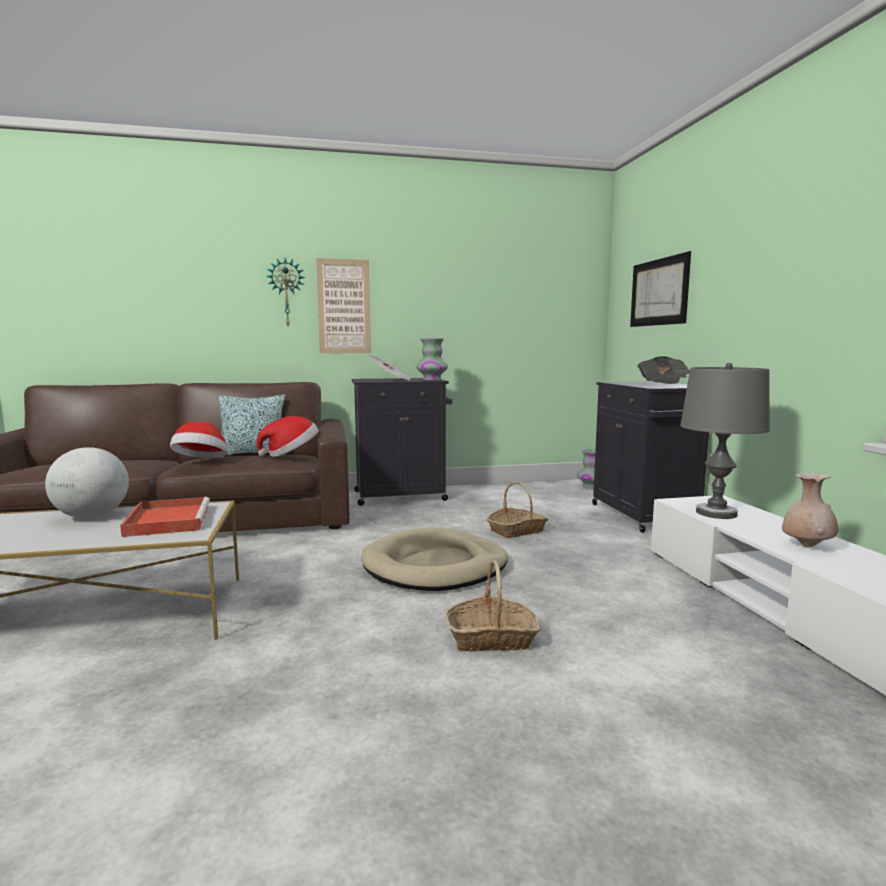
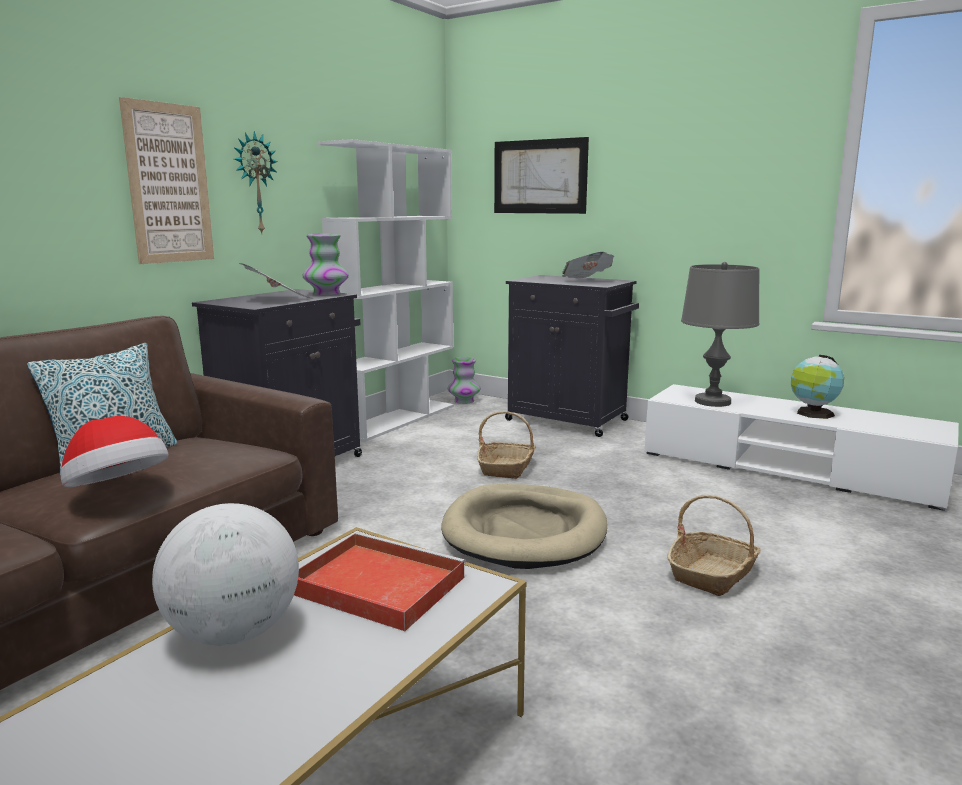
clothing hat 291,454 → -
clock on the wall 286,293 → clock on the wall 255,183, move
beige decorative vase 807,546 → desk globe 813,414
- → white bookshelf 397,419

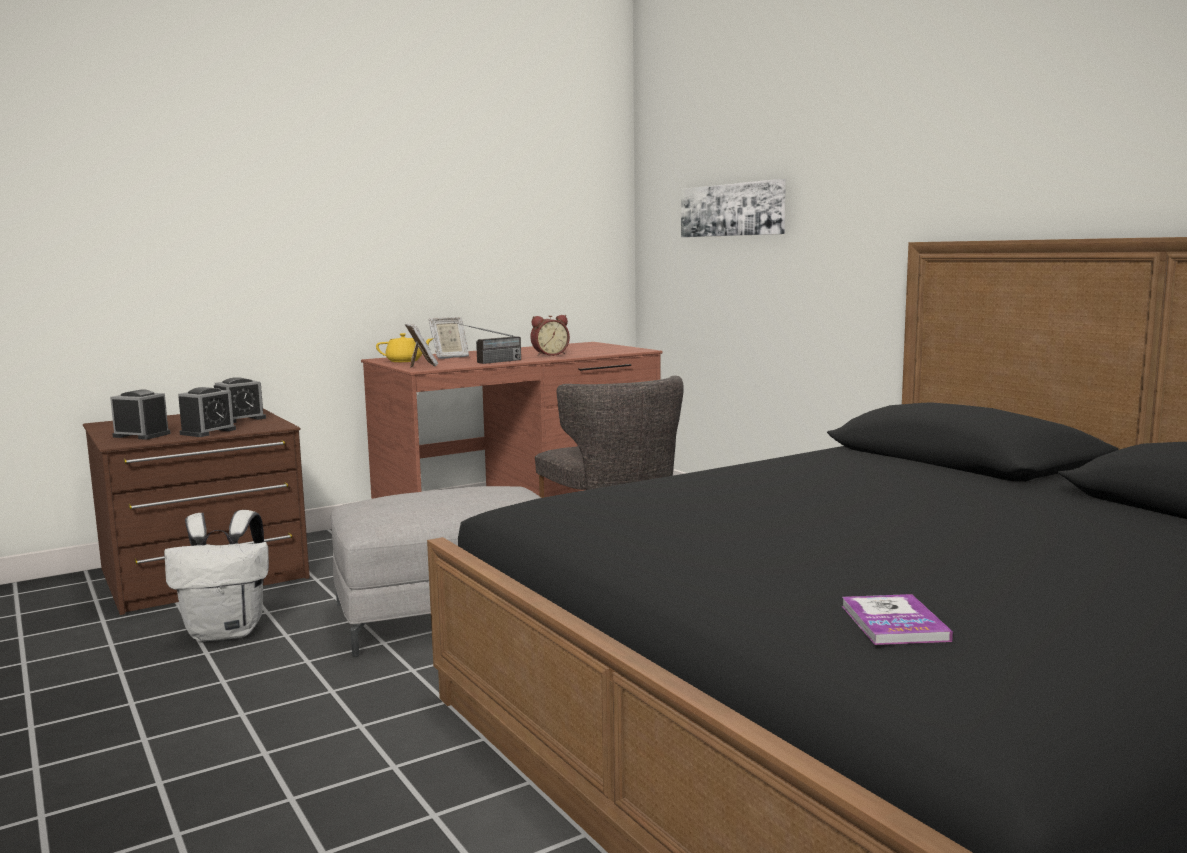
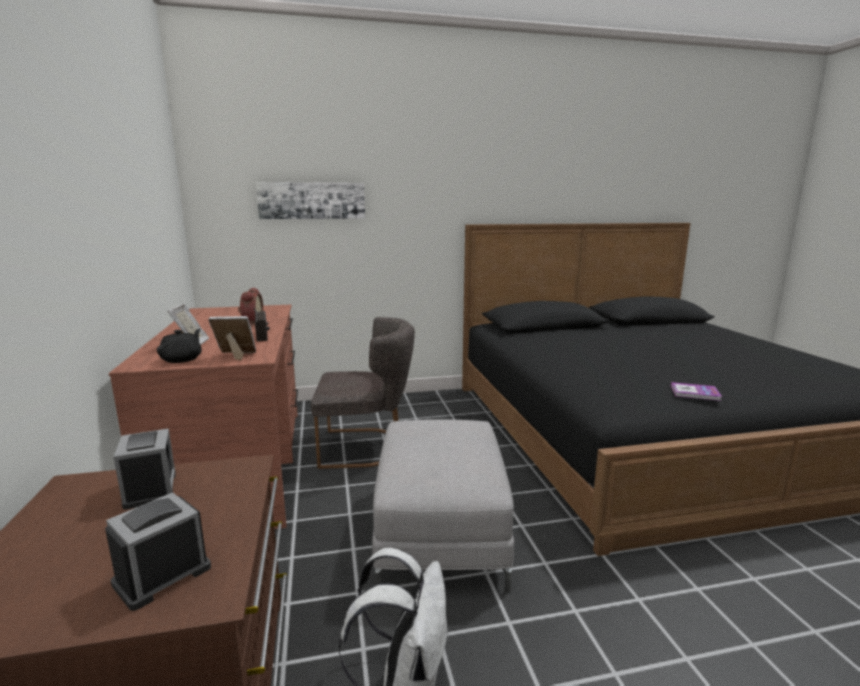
table clock 208,432 → -
yellow pot for tea 405,361 → blackish pot for tea 182,359
volume 894,623 → volume 695,393, move

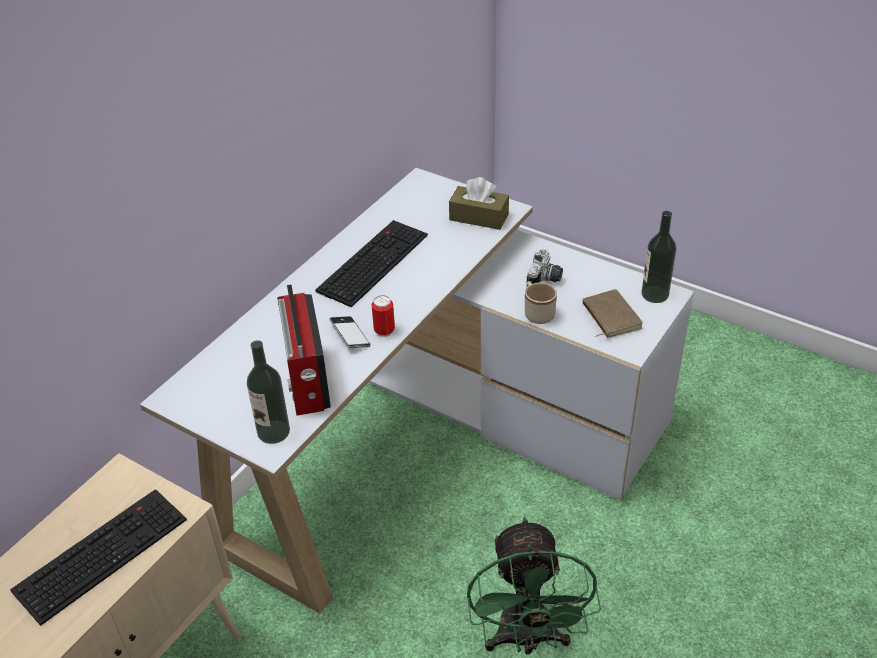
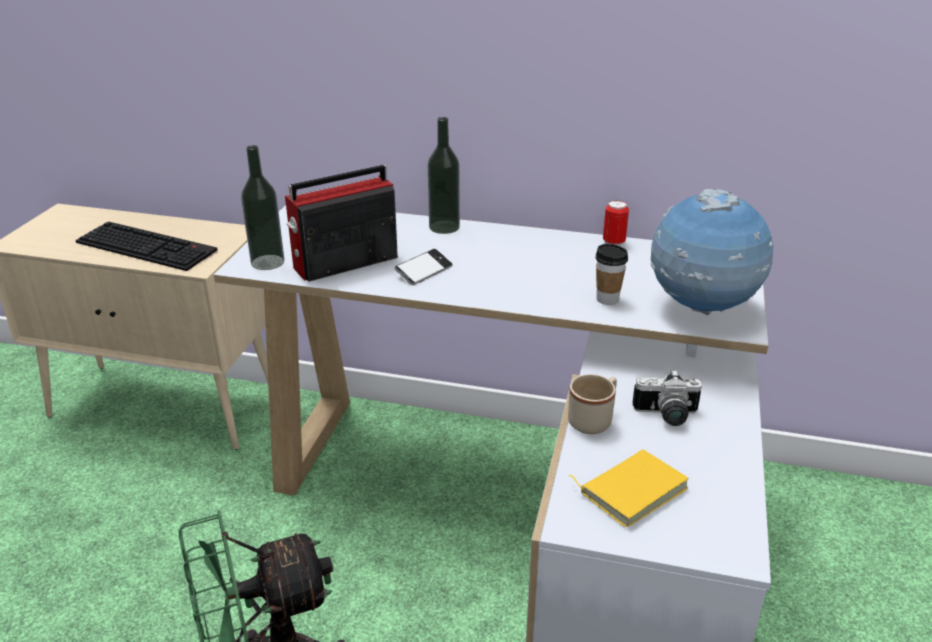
keyboard 372,261 → -
can 384,331 → can 613,243, move
brown box of tissues 479,217 → desk globe 701,309
brown volume 609,317 → yellow volume 631,489
beverage bottle 655,294 → beverage bottle 444,227, move
- → small cup 607,299

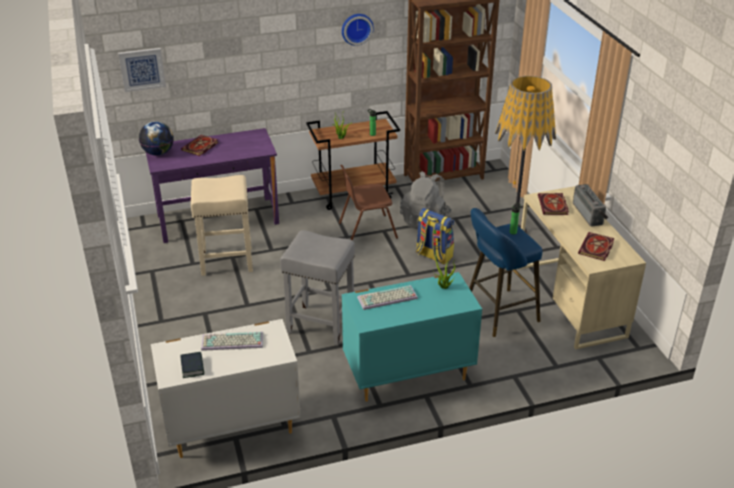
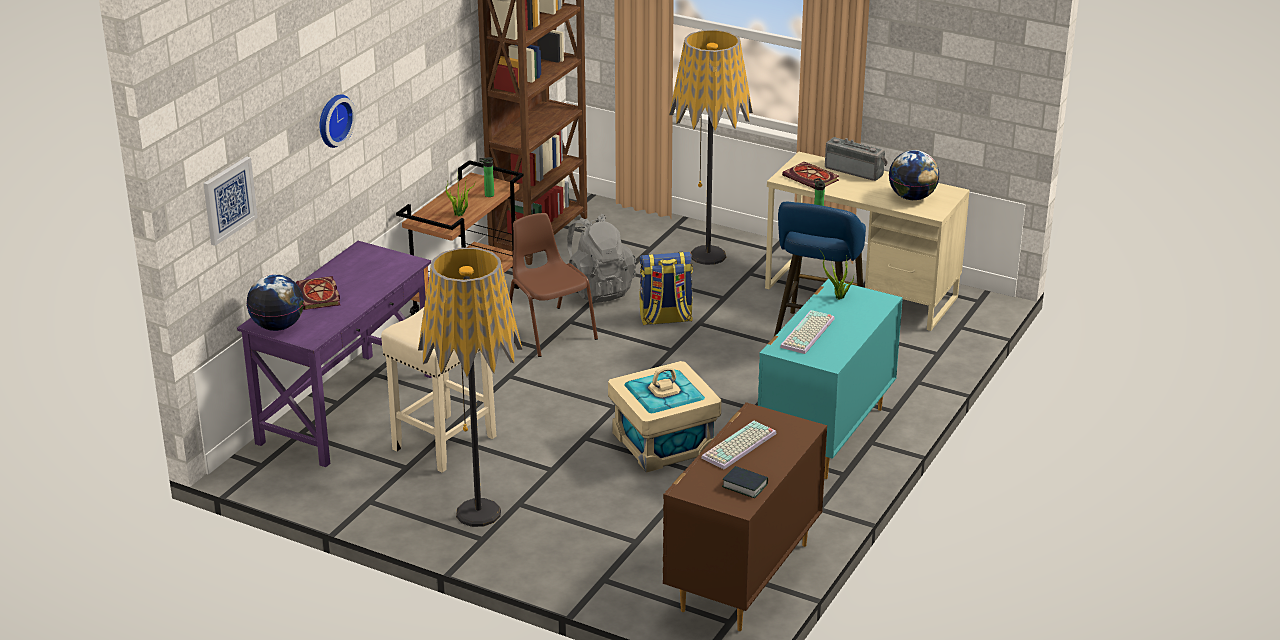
white dresser 231,427 → brown dresser 742,577
gray sitting stool 319,324 → beige storage container 664,443
brown plain chair 366,230 → brown plain chair 550,331, 120 degrees clockwise
clock on the wall 356,28 → clock on the wall 333,120, move
volume 596,248 → desk globe 912,197
- → standing lamp 478,513

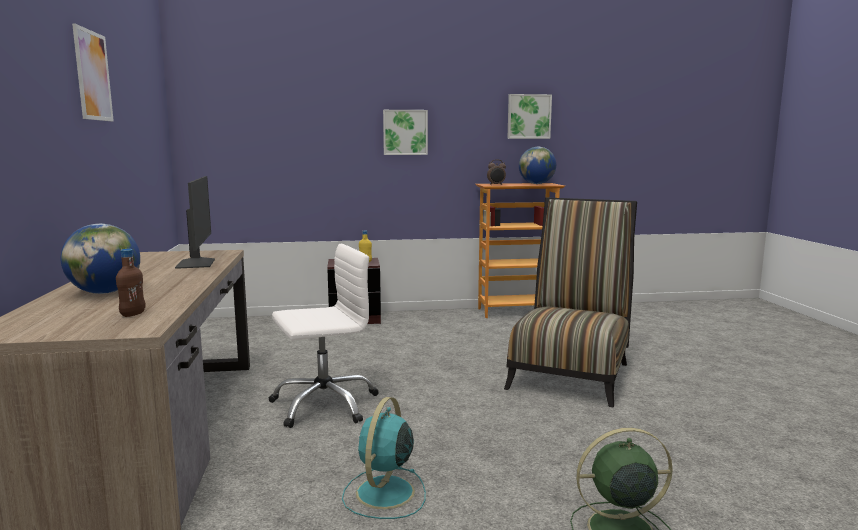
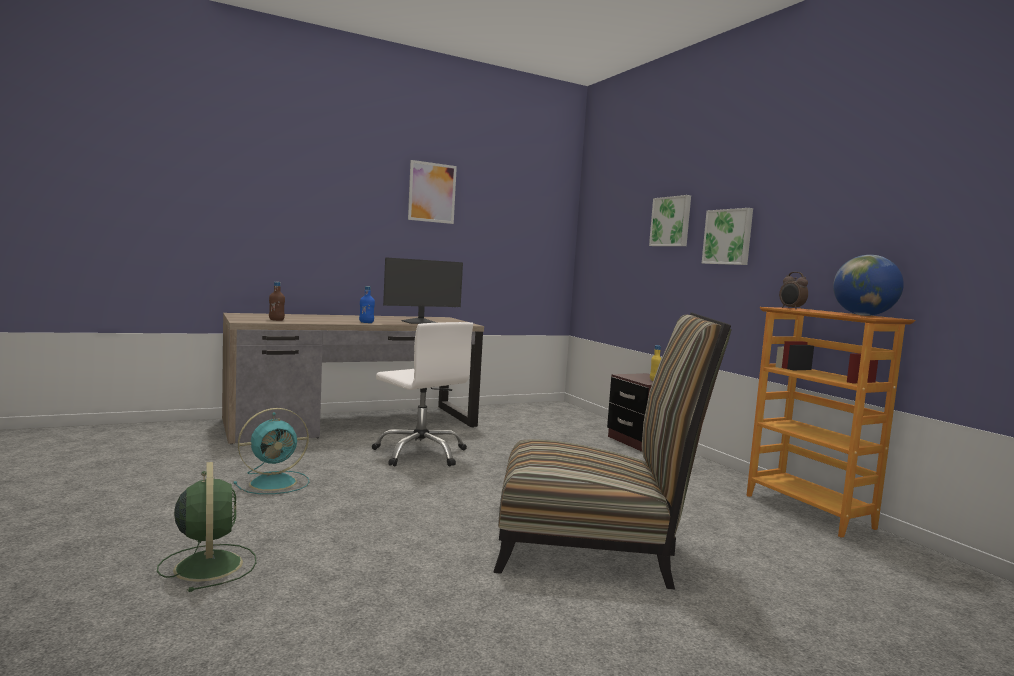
desk globe 105,292 → -
turquoise-coloured electric fan 384,494 → turquoise-coloured electric fan 275,482, 150 degrees clockwise
wall art 528,116 → wall art 671,221, move
- → bluish beverage bottle 366,322

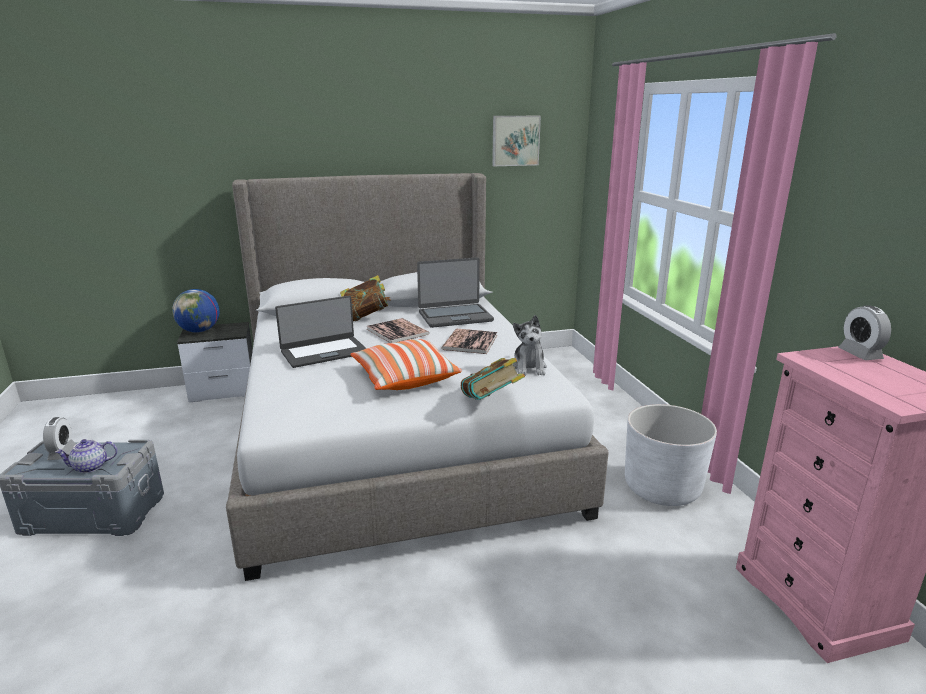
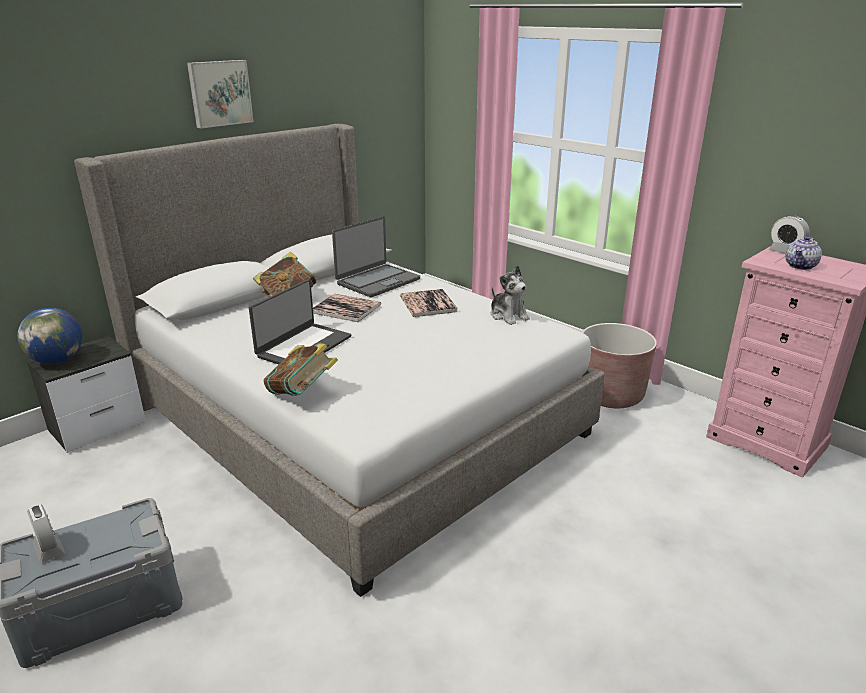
pot for tea 90,467 → pot for tea 800,266, move
pillow 404,378 → -
volume 491,403 → volume 302,394, move
wall art 515,140 → wall art 219,93, move
white plant pot 662,488 → brown plant pot 610,395

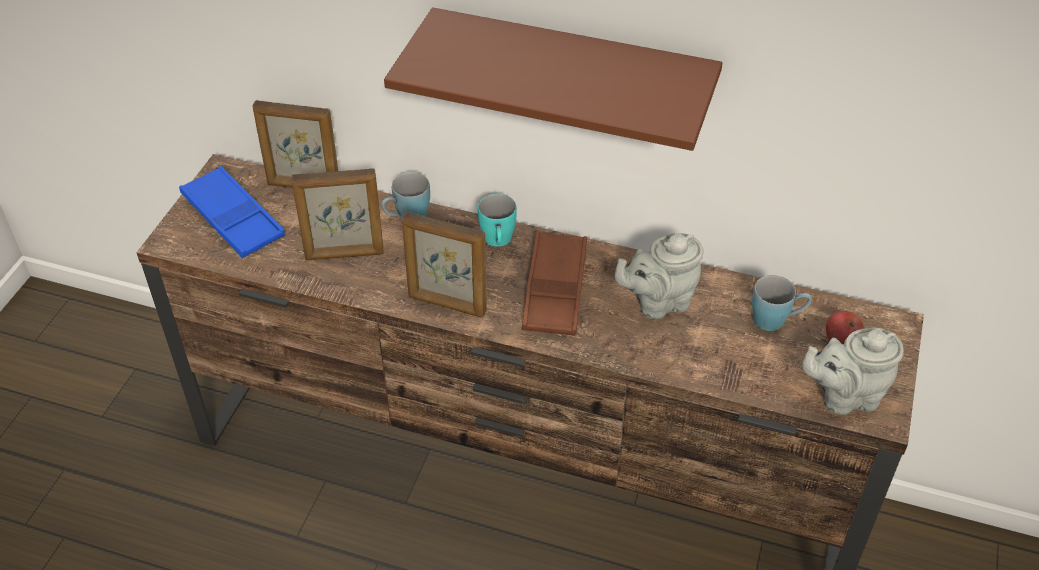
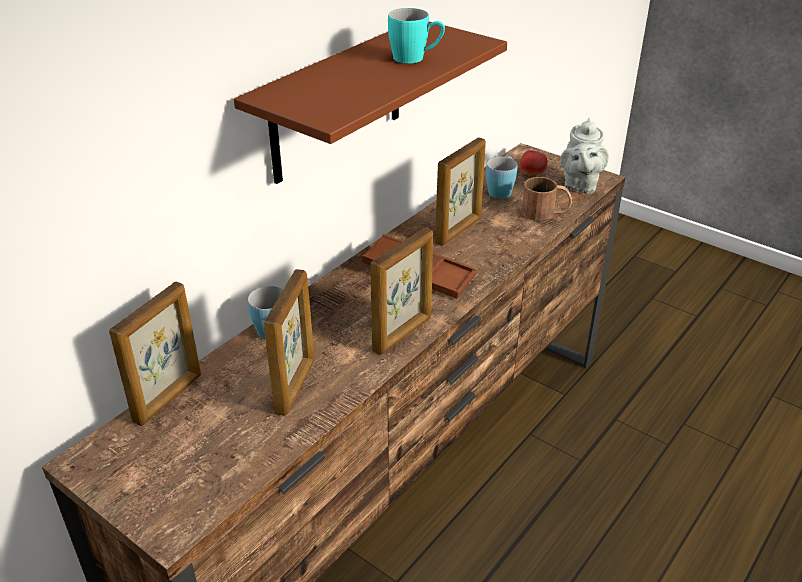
bluish tray 233,218 → -
turquoise-coloured mug 498,242 → turquoise-coloured mug 416,58, move
gray pot for tea 658,302 → photo frame 459,231
- → brown mug 545,213

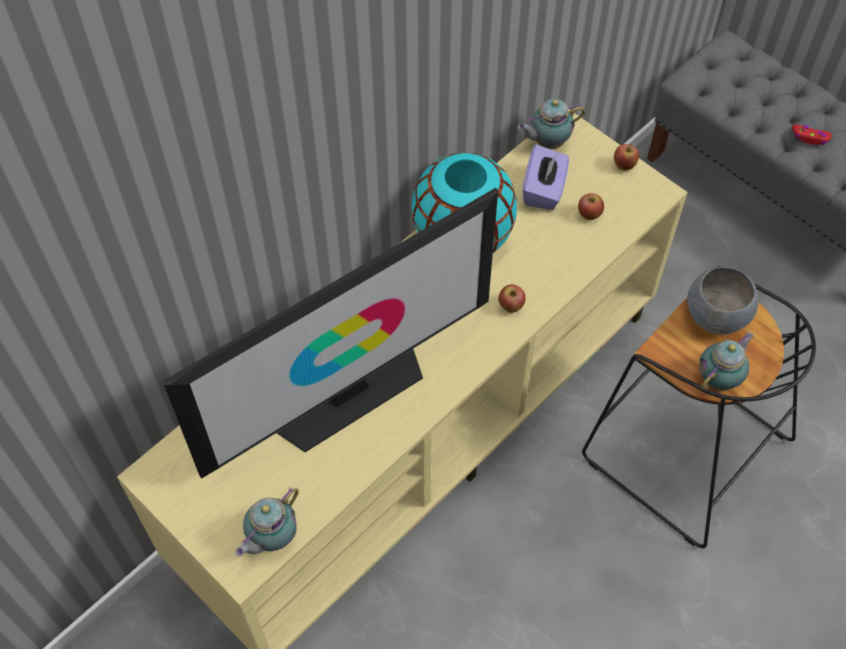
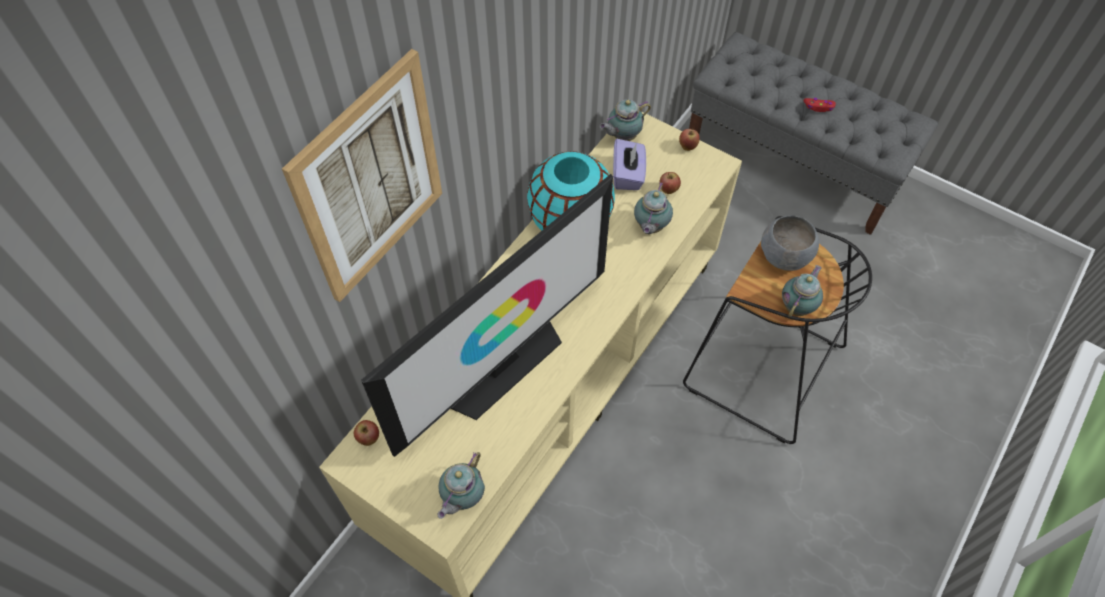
whole apple 511,307 → whole apple 369,438, move
- → wall art 370,181
- → pot for tea 650,227

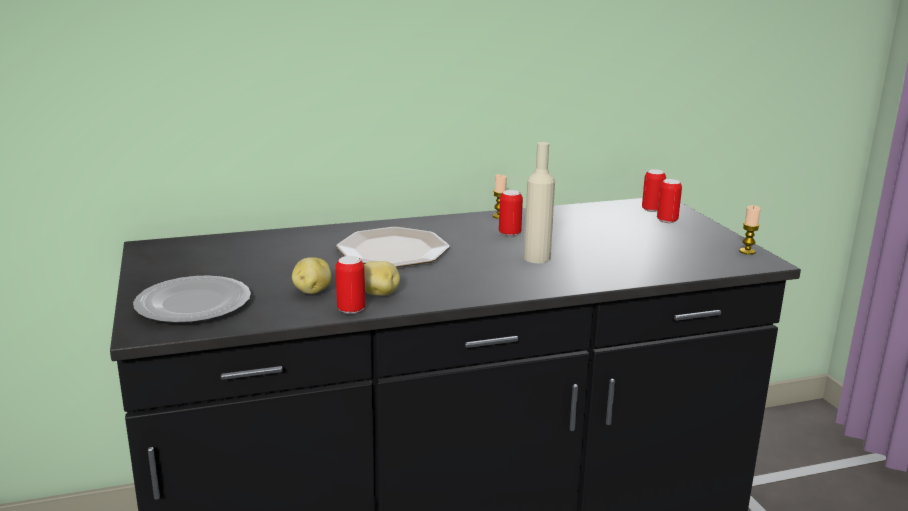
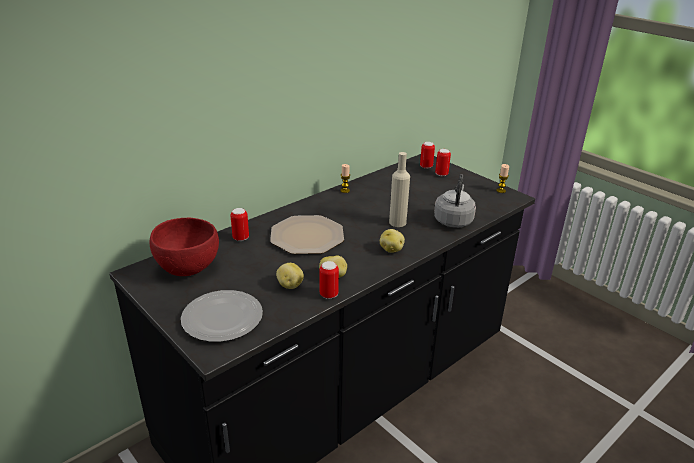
can 509,234 → can 241,238, move
- → red-coloured serving bowl 187,269
- → spud 391,249
- → gray water kettle 453,220

